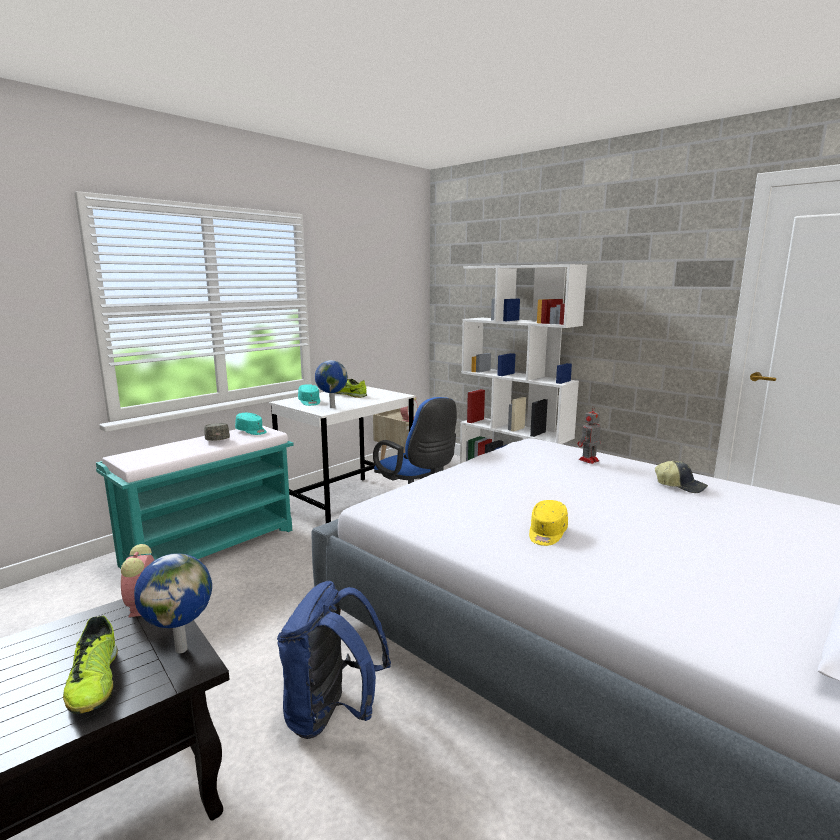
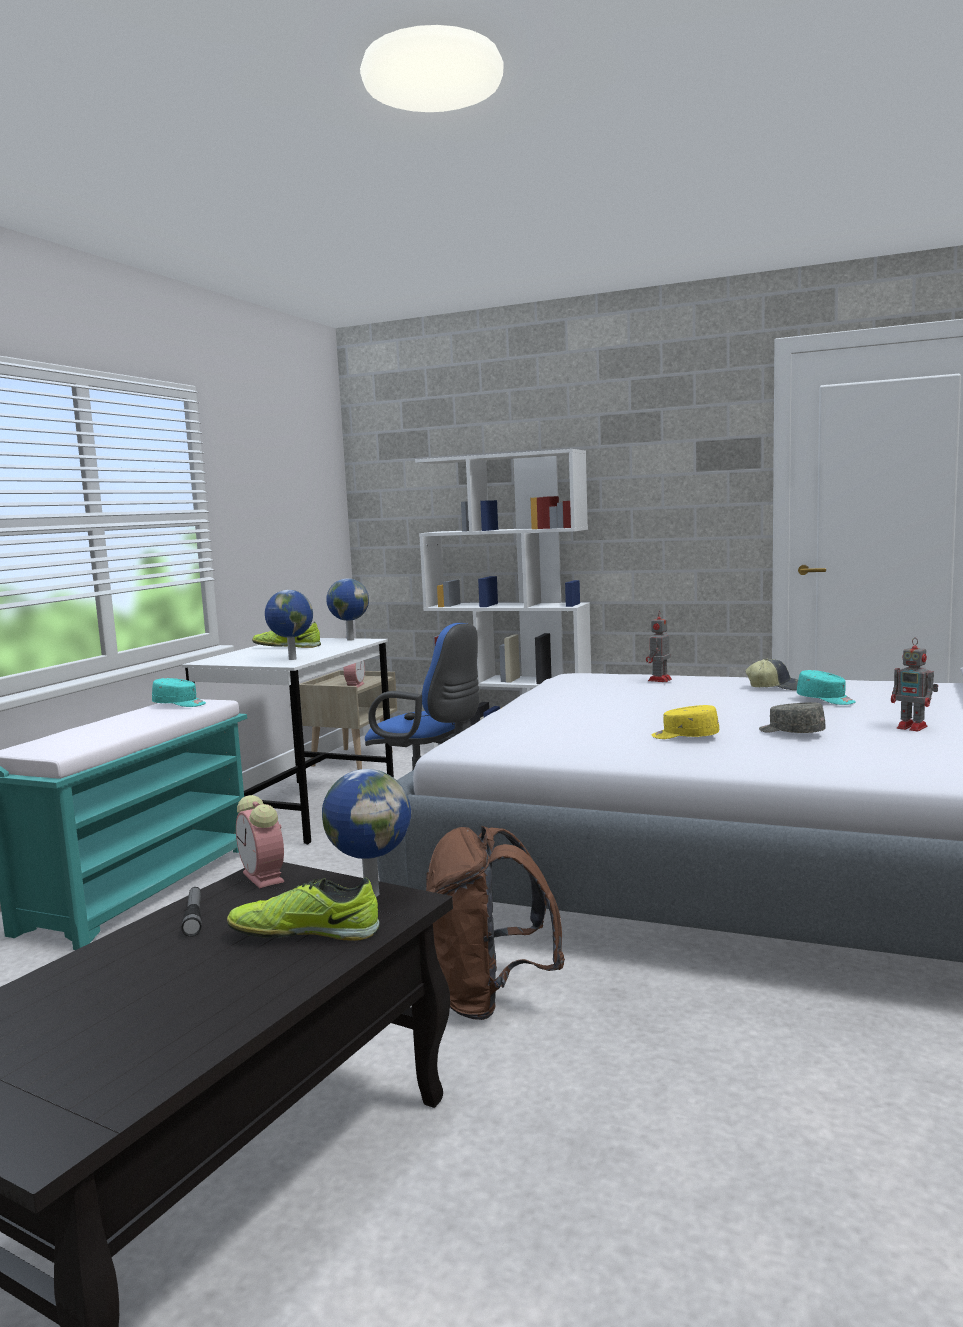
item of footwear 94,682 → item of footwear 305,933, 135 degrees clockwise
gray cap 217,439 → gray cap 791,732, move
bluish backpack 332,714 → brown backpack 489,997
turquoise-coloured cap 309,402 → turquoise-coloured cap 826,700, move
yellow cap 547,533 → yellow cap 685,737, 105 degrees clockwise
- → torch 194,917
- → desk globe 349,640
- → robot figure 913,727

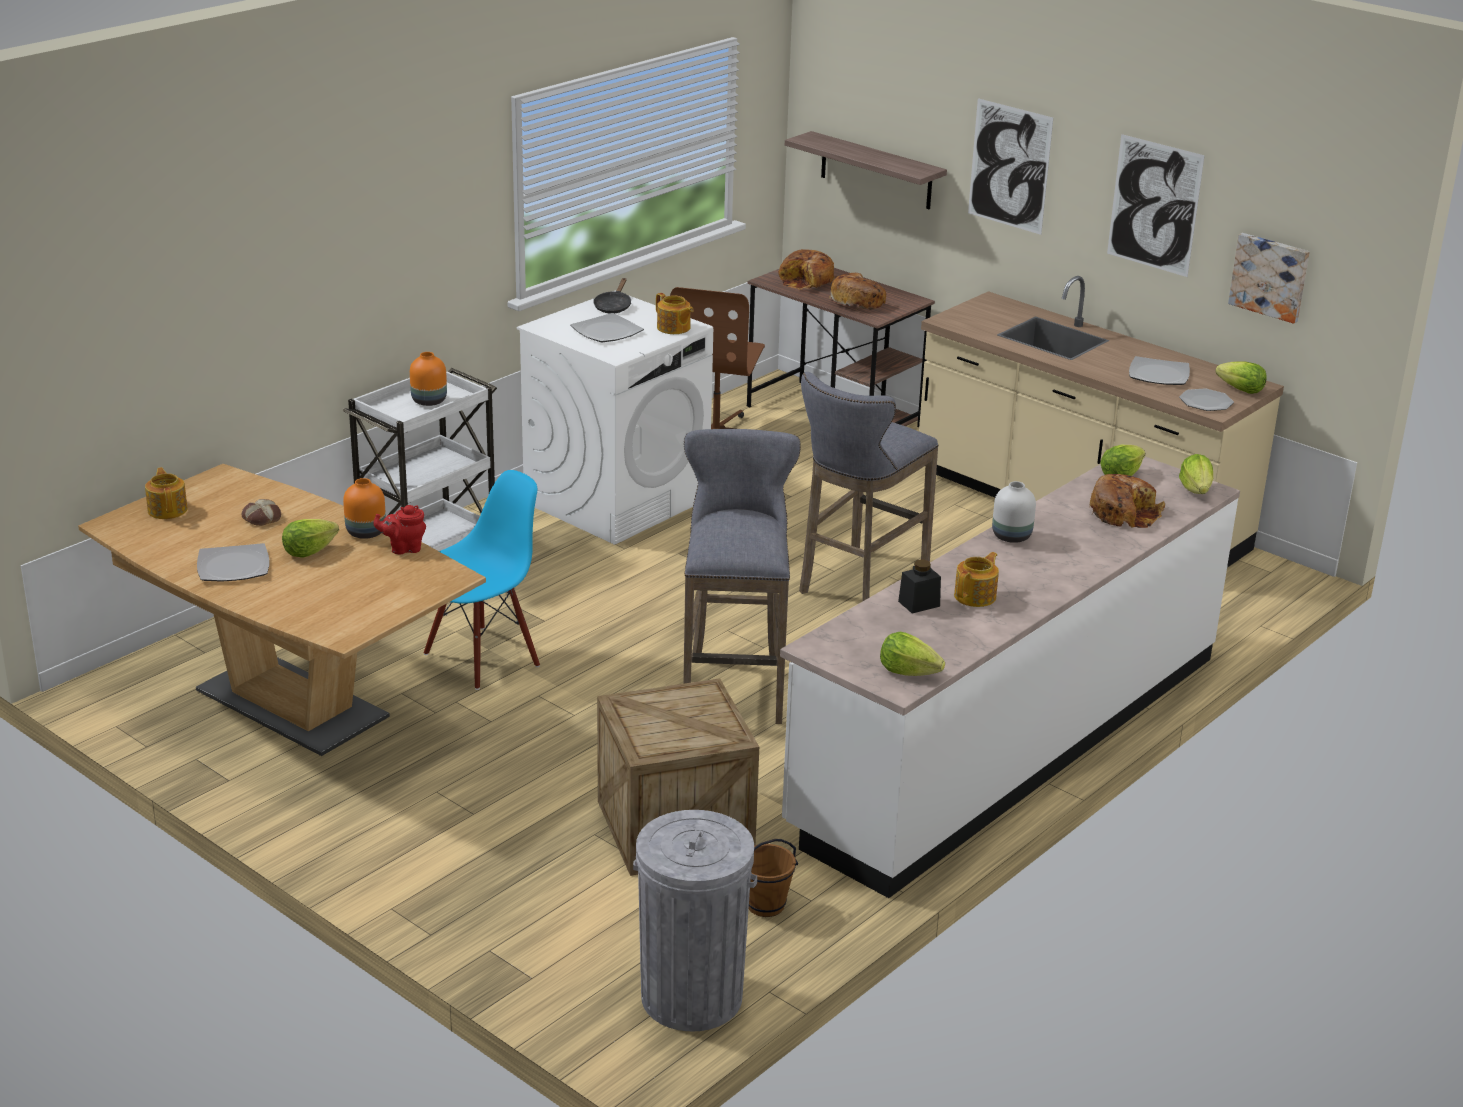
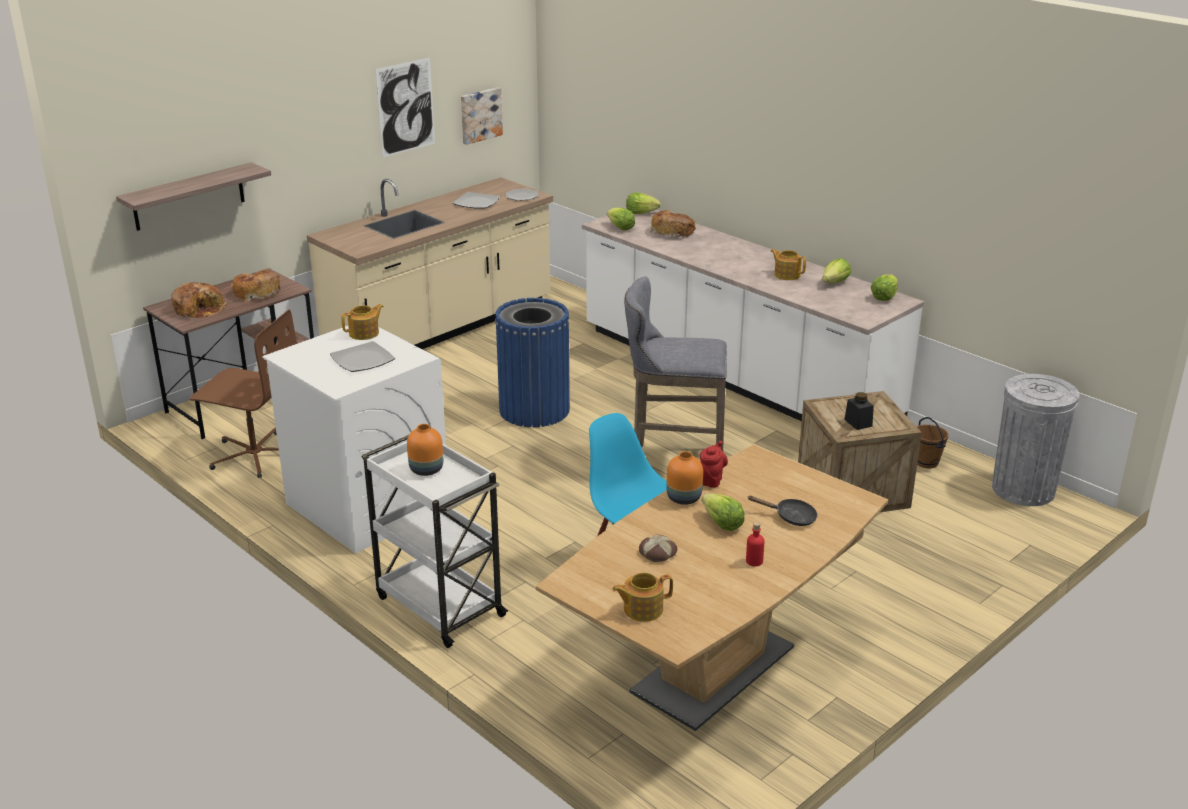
plate 232,566 → red-coloured beverage bottle 754,561
red-coloured pot for tea 403,548 → red-coloured pot for tea 711,479, 150 degrees counterclockwise
blackish frying pan 613,306 → blackish frying pan 791,517, move
gray sitting stool 858,586 → bluish rubbish bin 534,410
blackish jar 919,604 → blackish jar 858,423, move
wall art 1009,166 → -
white decorative vase 1010,536 → -
head of lettuce 1241,390 → head of lettuce 835,283, move

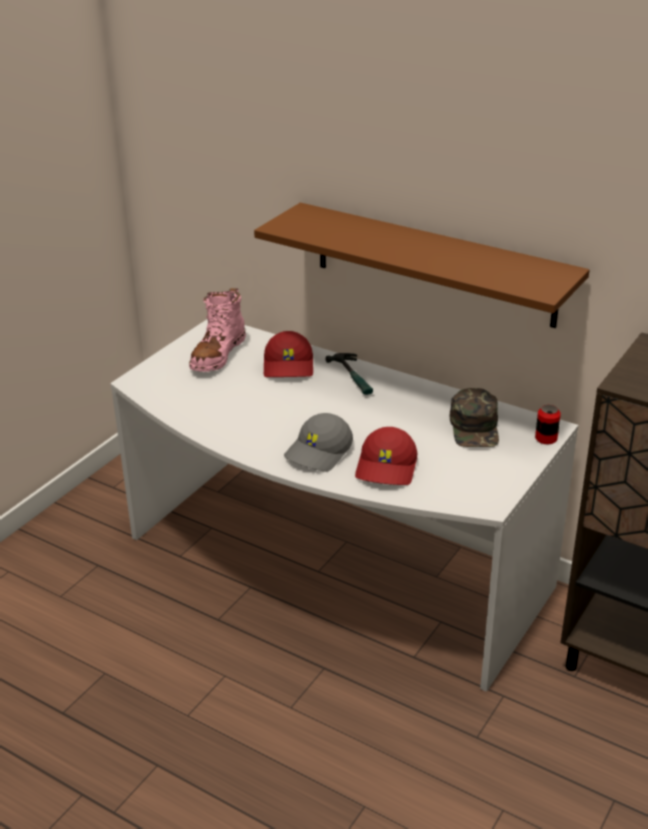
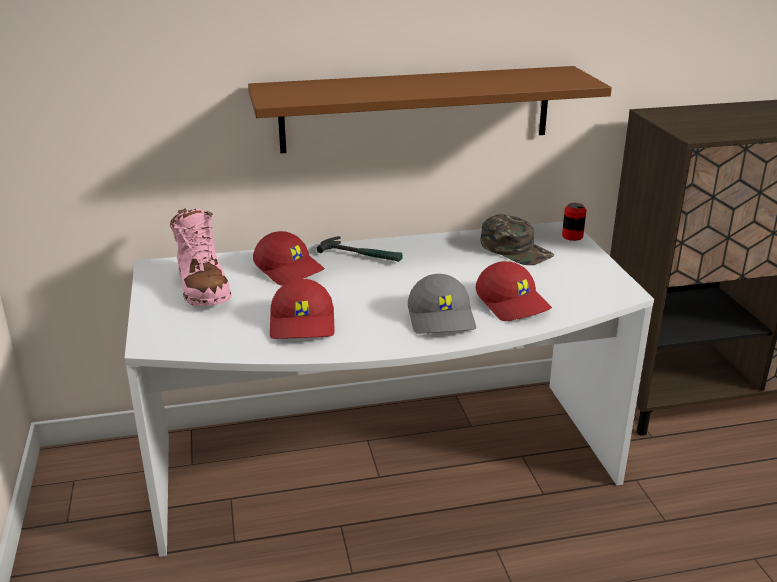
- → red-coloured cap 303,324

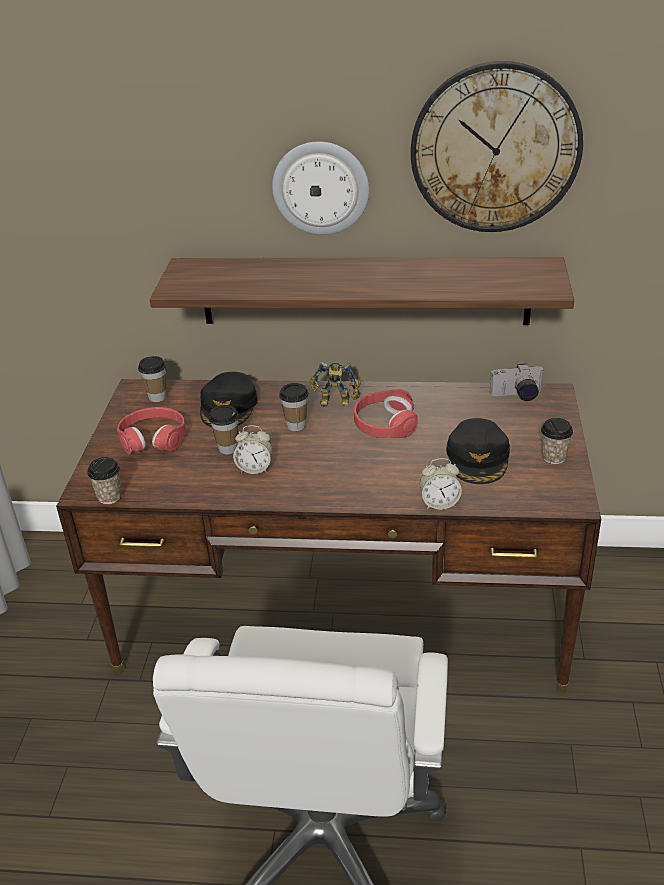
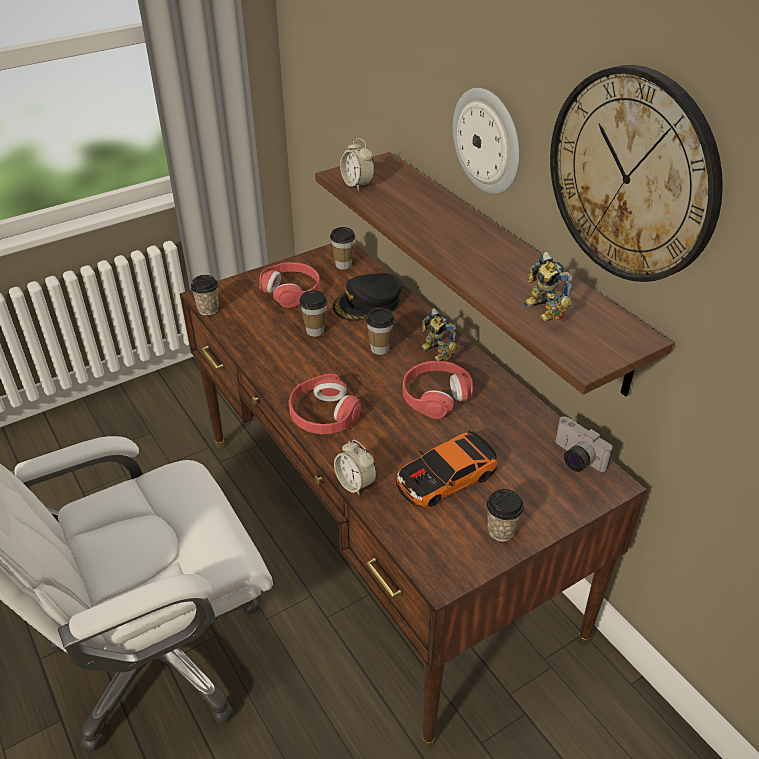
table clock 255,468 → table clock 357,184, move
blackish cap 478,458 → model car 446,478
- → red-coloured headphones 323,414
- → robot figure 541,311

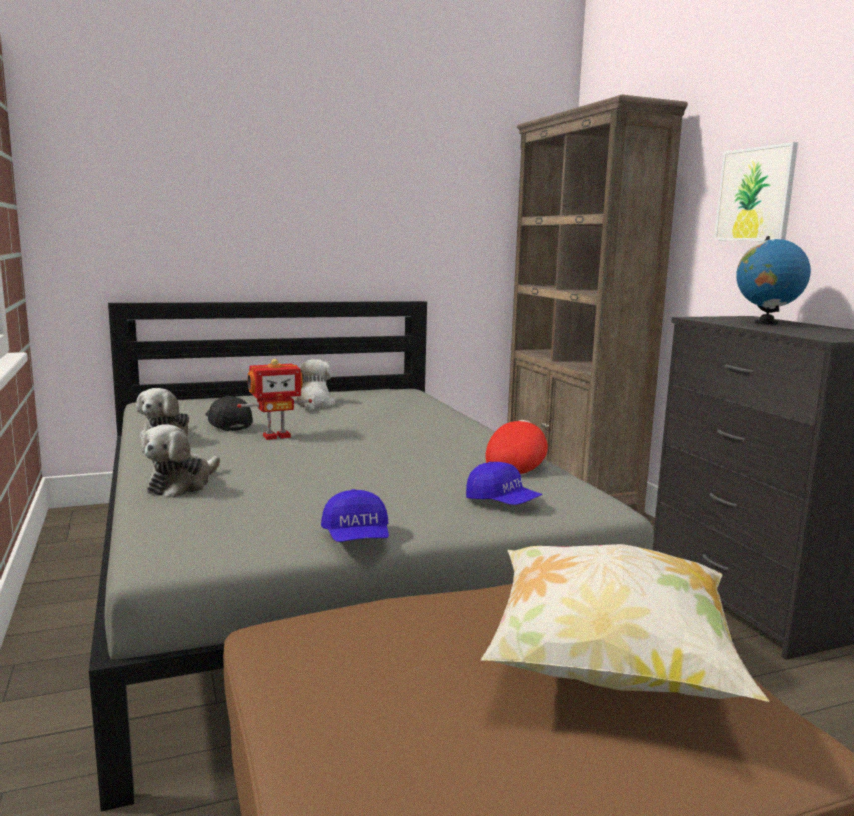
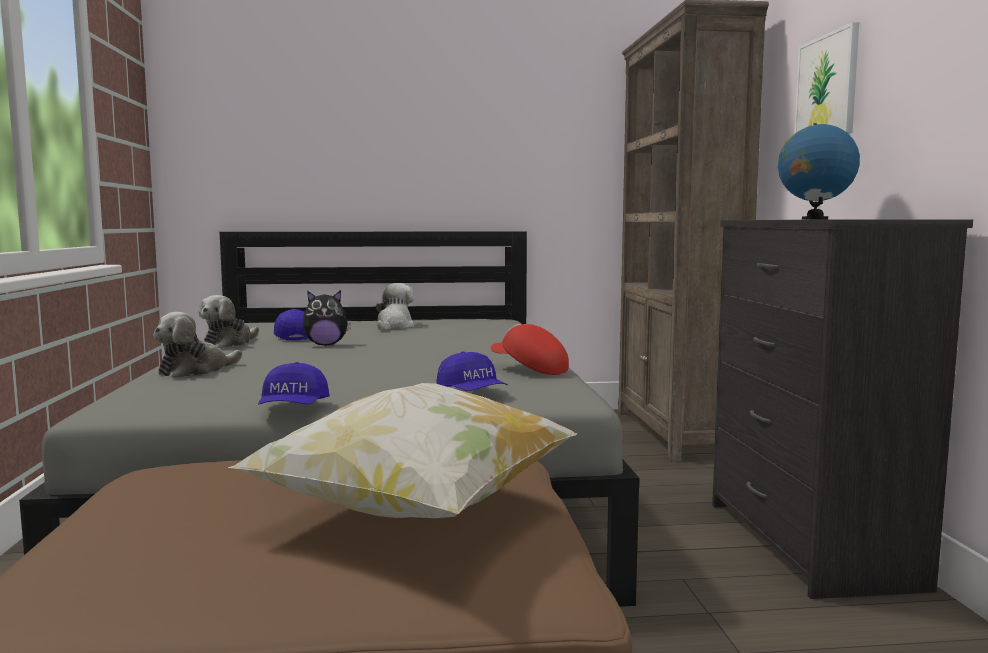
blackish cap 228,424 → bluish cap 294,336
robot figure 276,436 → plush toy 326,345
red-coloured cap 516,465 → red-coloured cap 529,369, 90 degrees counterclockwise

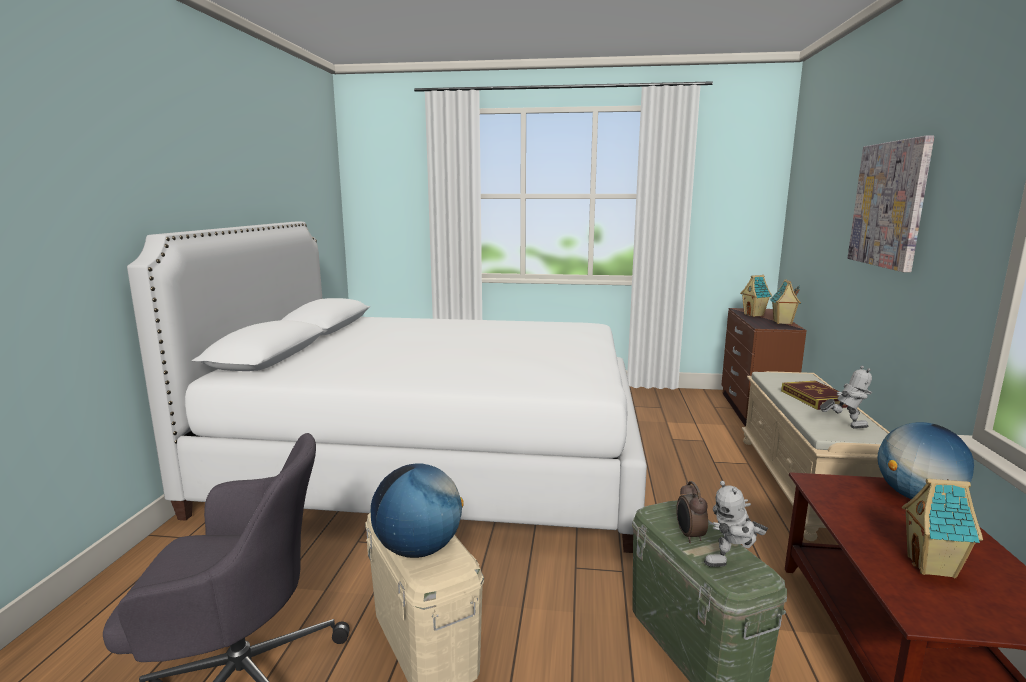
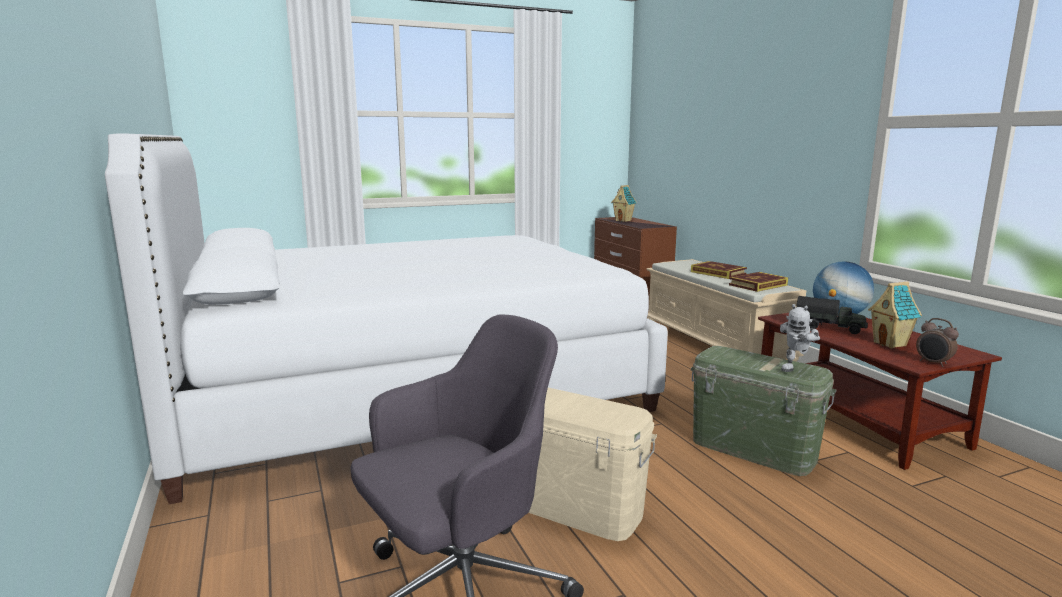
desk globe 418,549 → -
table clock 689,536 → table clock 933,363, move
toy house 782,322 → -
robot figure 844,426 → volume 758,285
wall art 889,204 → -
- → toy truck 830,328

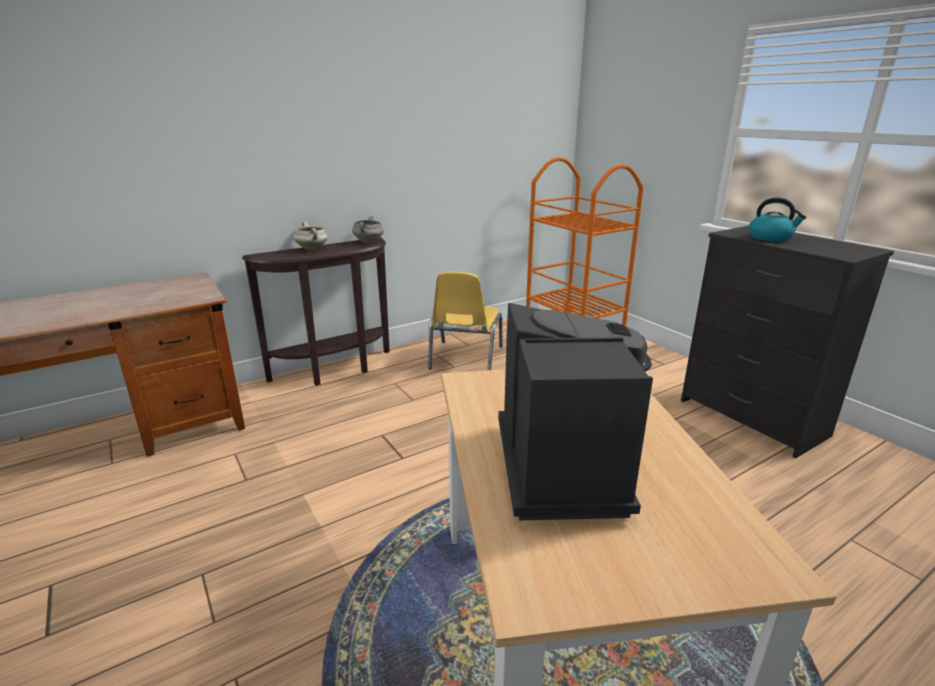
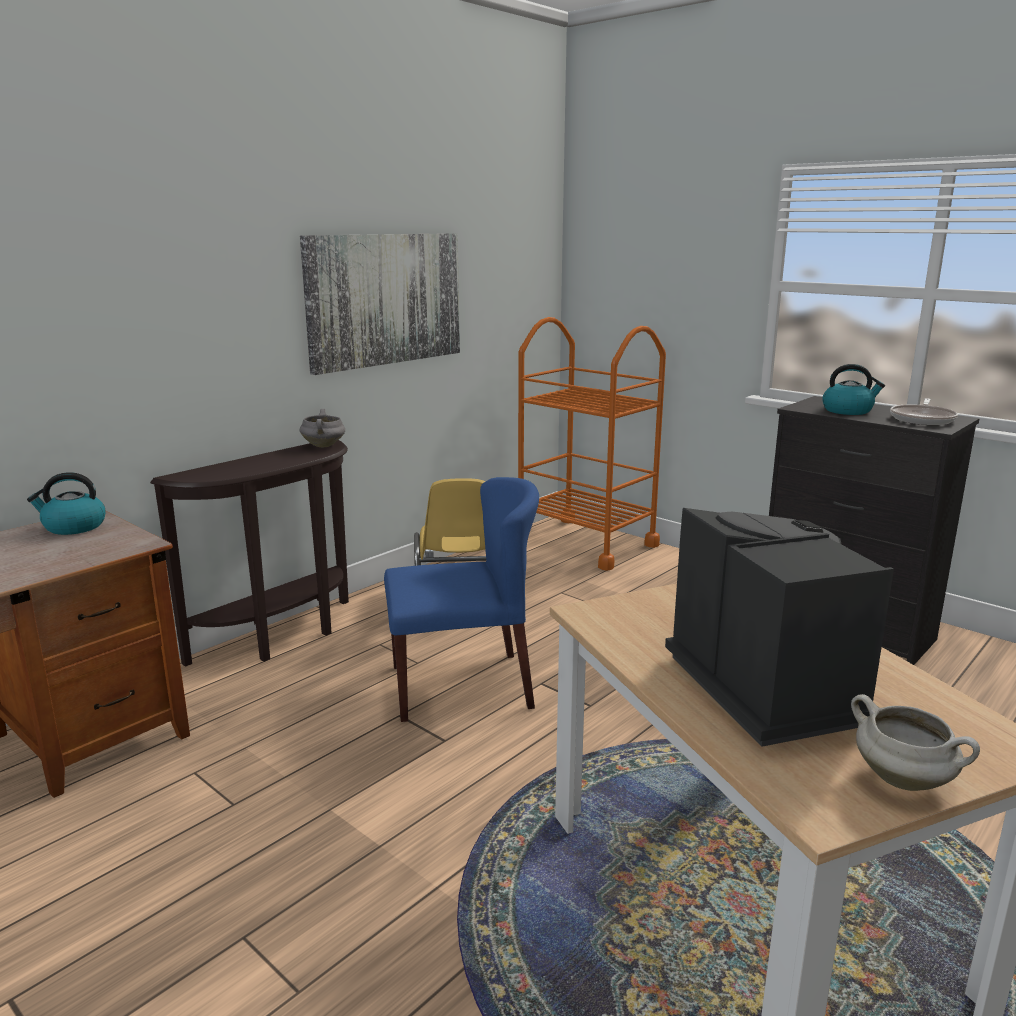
white cooking pot 312,249 → white cooking pot 904,780, move
- → water kettle 73,527
- → wall art 385,299
- → bluish plain chair 462,686
- → frying pan 923,419

